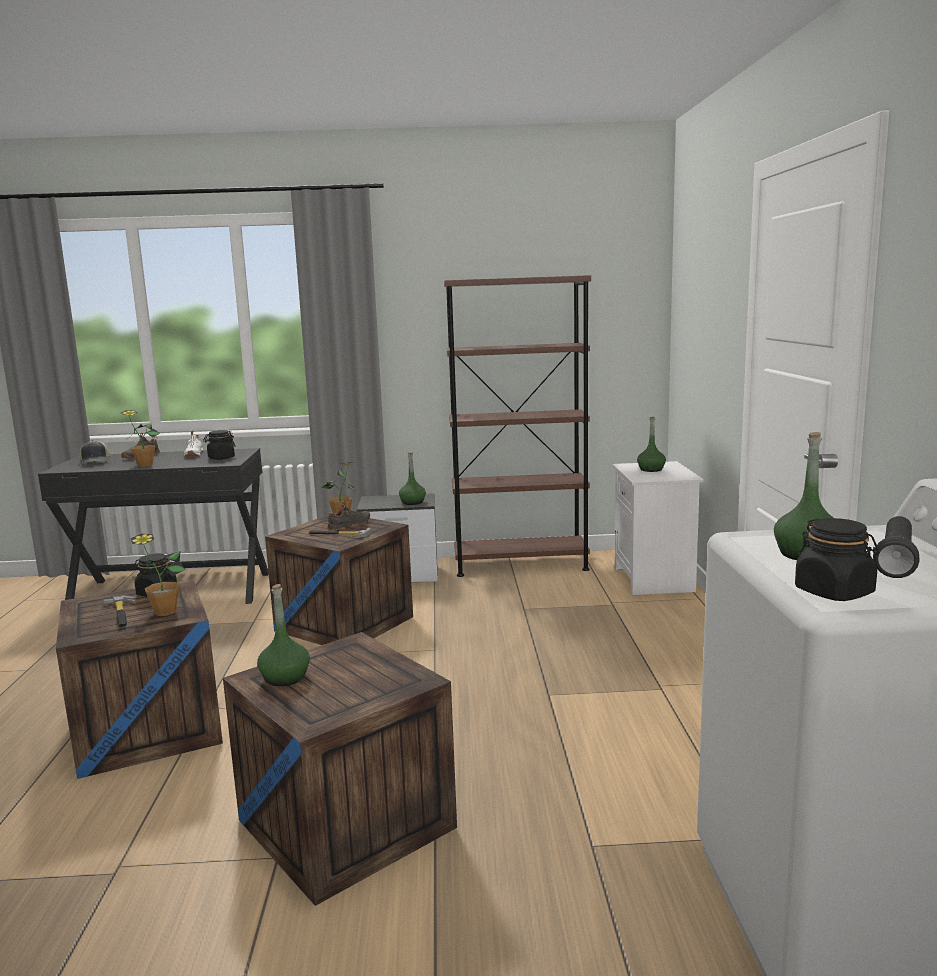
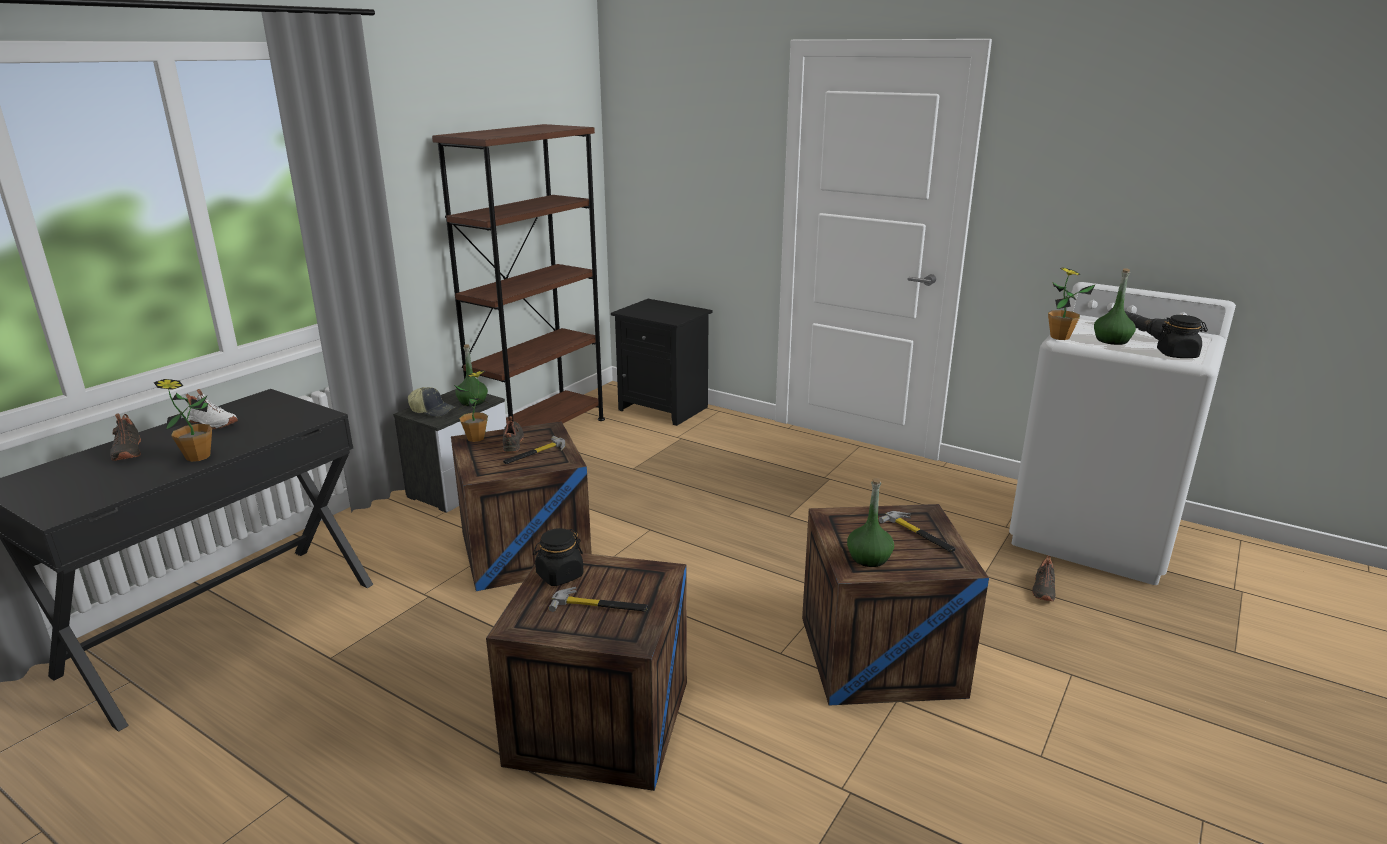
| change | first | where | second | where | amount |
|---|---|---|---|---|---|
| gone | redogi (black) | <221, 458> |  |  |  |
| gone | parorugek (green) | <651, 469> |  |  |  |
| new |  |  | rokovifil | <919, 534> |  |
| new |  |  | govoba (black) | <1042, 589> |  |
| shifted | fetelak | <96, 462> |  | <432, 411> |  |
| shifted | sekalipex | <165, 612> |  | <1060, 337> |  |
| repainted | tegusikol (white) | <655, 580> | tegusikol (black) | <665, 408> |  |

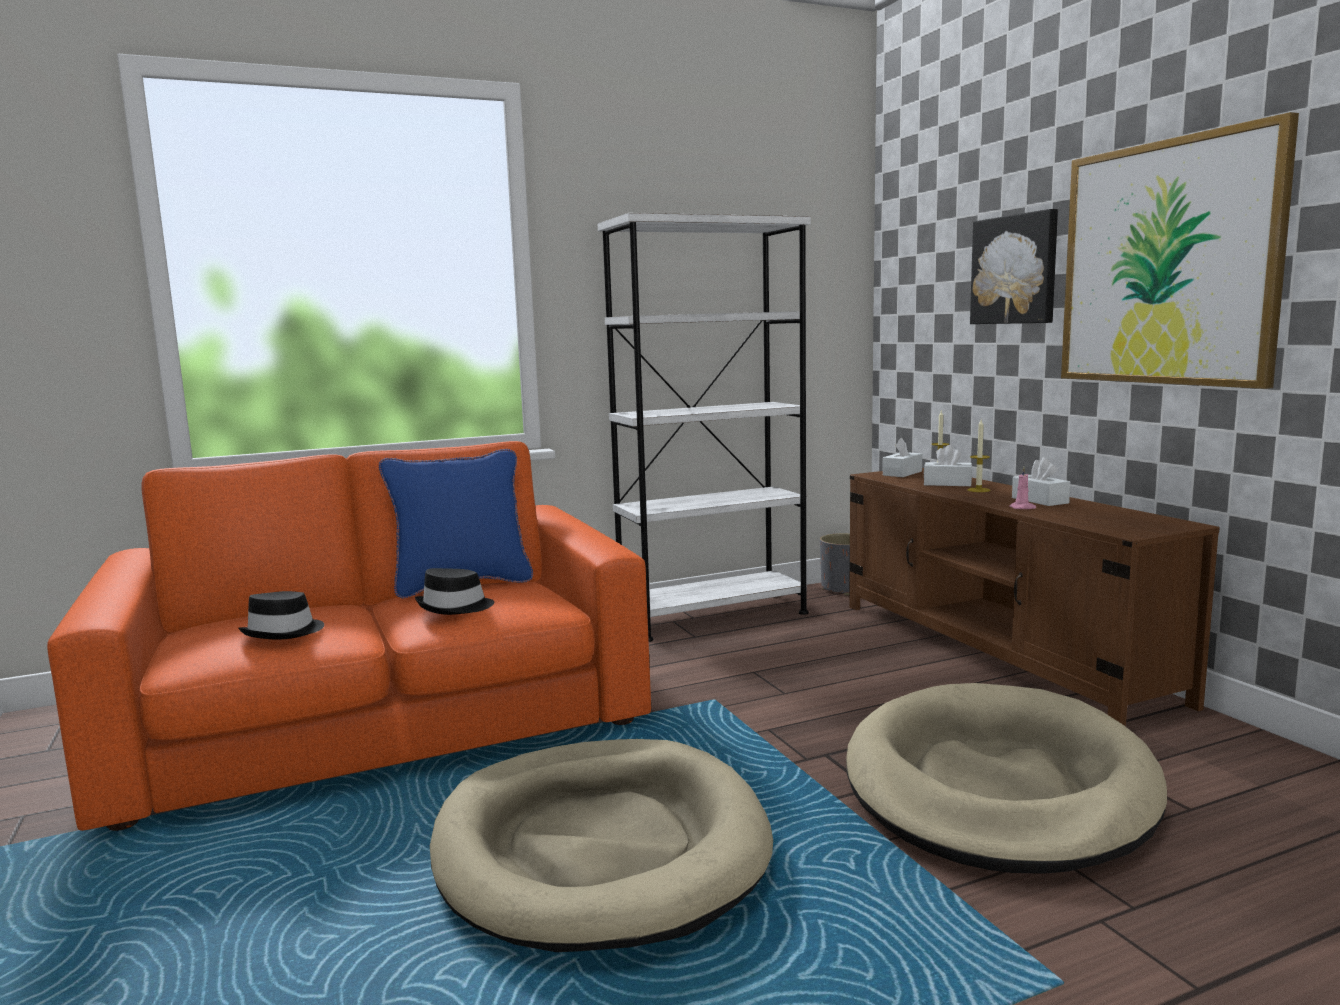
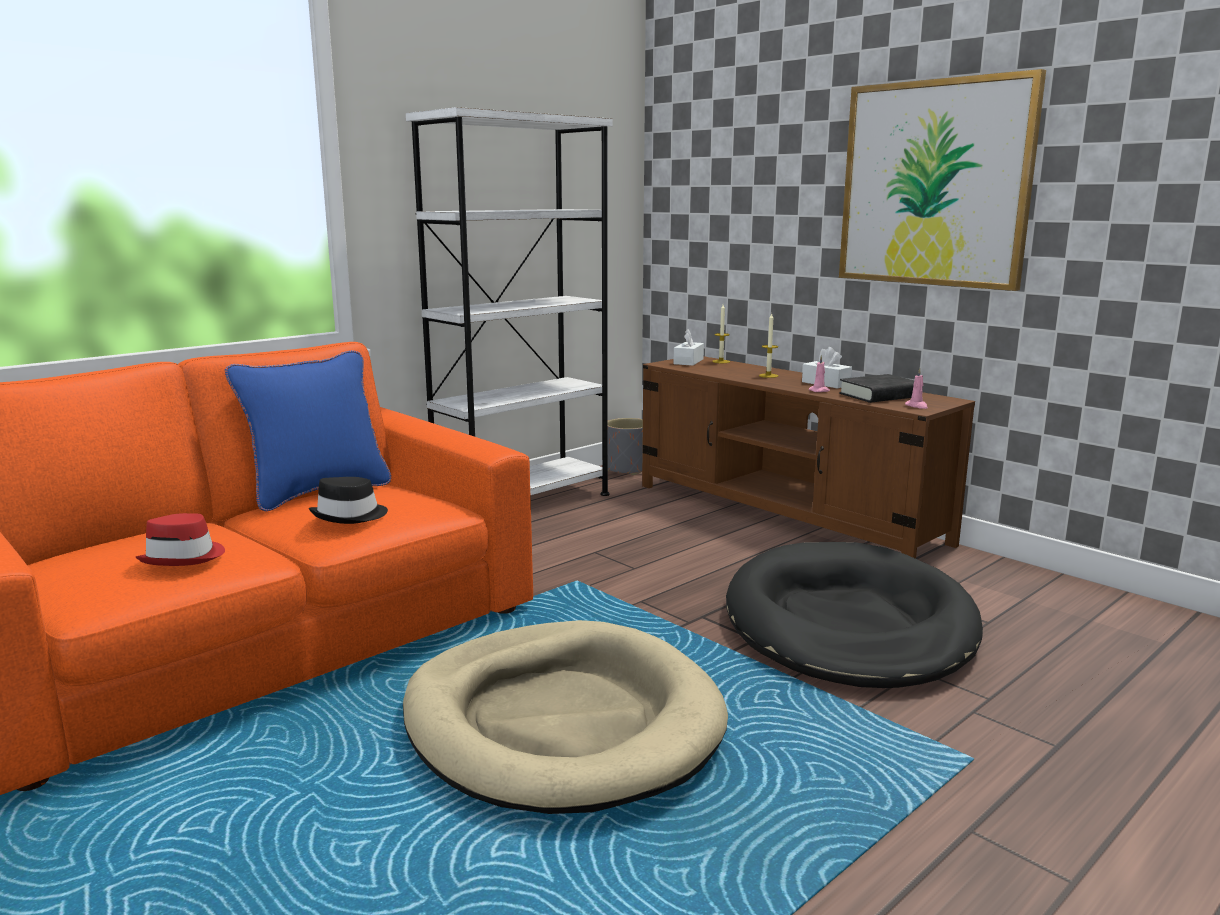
| change | first | where | second | where | amount |
|---|---|---|---|---|---|
| gone | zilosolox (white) | <947, 483> |  |  |  |
| gone | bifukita | <1015, 270> |  |  |  |
| new |  |  | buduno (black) | <879, 395> |  |
| new |  |  | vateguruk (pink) | <917, 406> |  |
| repainted | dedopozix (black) | <284, 632> | dedopozix (red) | <184, 557> |  |
| repainted | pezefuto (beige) | <997, 786> | pezefuto (black) | <849, 624> |  |

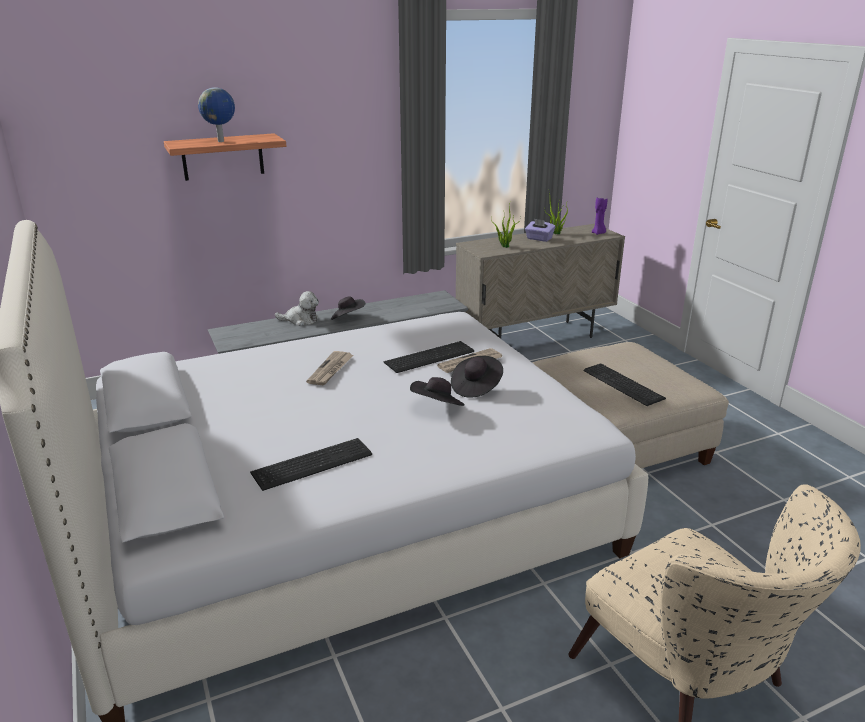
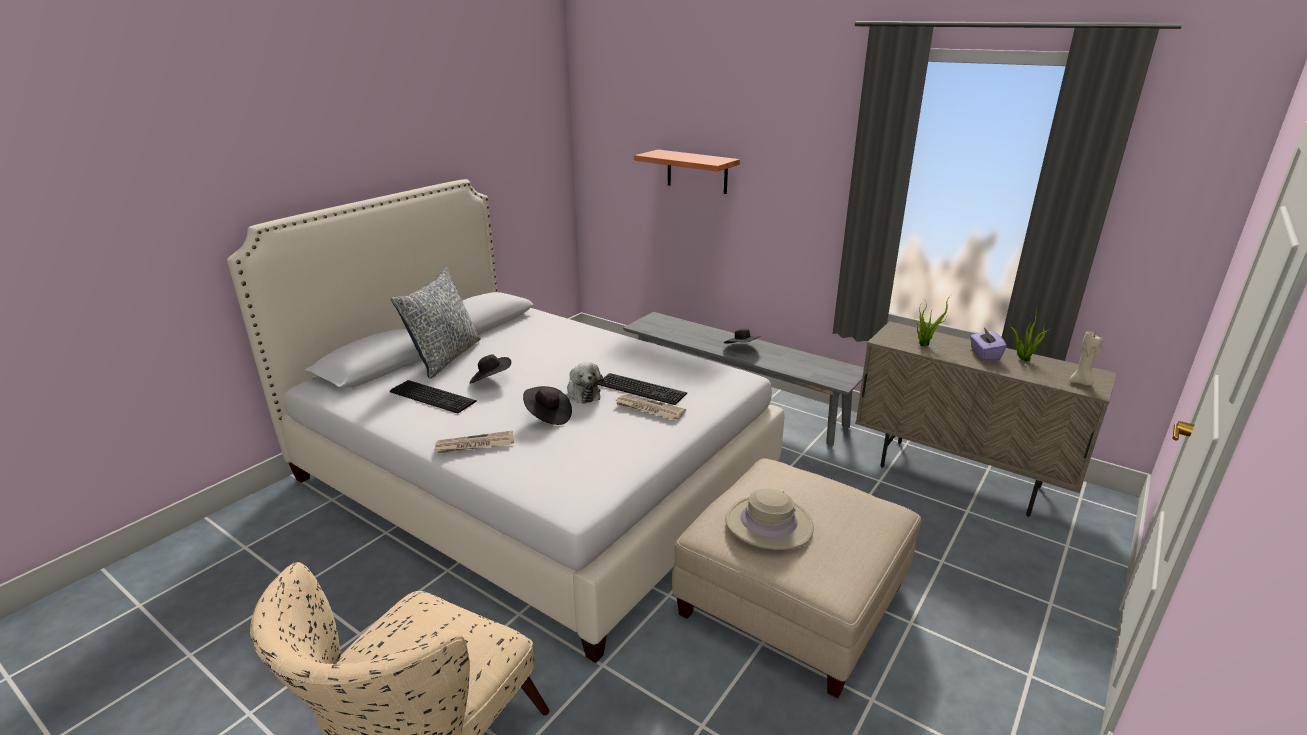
| change | first | where | second | where | amount |
|---|---|---|---|---|---|
| gone | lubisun | <221, 141> |  |  |  |
| new |  |  | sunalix | <445, 357> |  |
| shifted | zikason | <300, 320> |  | <582, 393> |  |
| shifted | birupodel | <331, 370> |  | <474, 445> |  |
| shifted | dedopozix (black) | <476, 387> |  | <491, 380> |  |
| swapped | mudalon | <622, 385> | dedopozix (beige) | <768, 524> |  |
| repainted | vateguruk (purple) | <598, 233> | vateguruk (beige) | <1081, 382> |  |

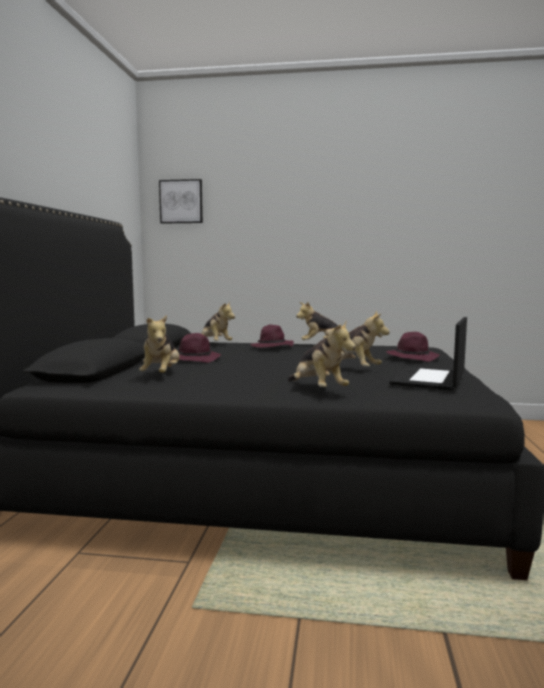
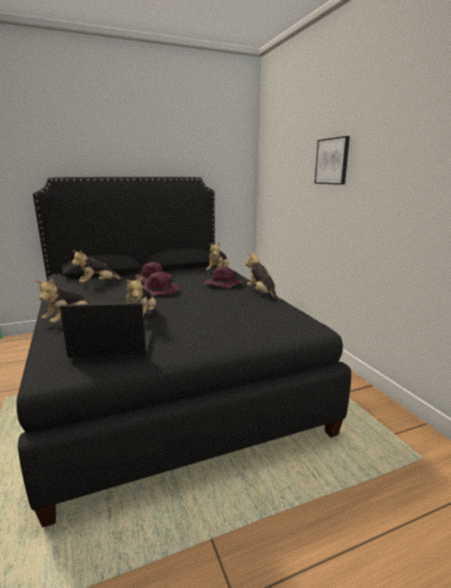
| change | first | where | second | where | amount |
|---|---|---|---|---|---|
| shifted | bifukita | <181, 201> |  | <332, 161> |  |
| shifted | dedopozix (purple) | <412, 357> |  | <159, 291> |  |

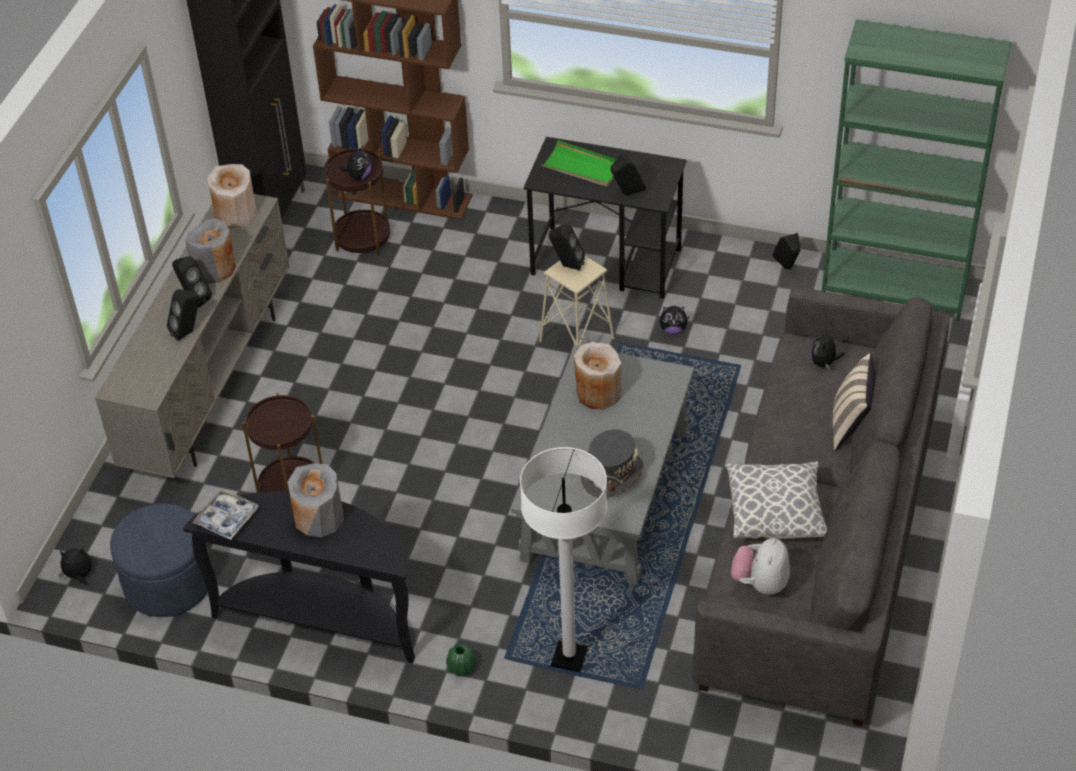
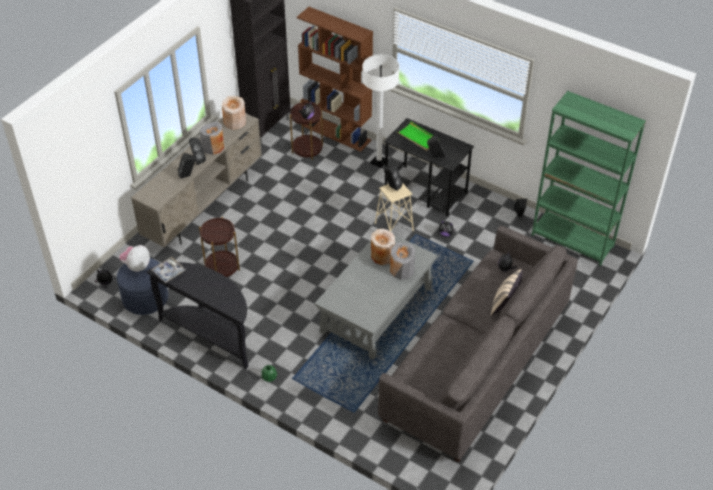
| change | first | where | second | where | amount |
|---|---|---|---|---|---|
| gone | dedopozix (grey) | <611, 474> |  |  |  |
| gone | sunalix | <775, 512> |  |  |  |
| shifted | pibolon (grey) | <319, 517> |  | <402, 270> |  |
| shifted | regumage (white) | <569, 657> |  | <379, 162> |  |
| shifted | zikason | <760, 583> |  | <136, 266> |  |

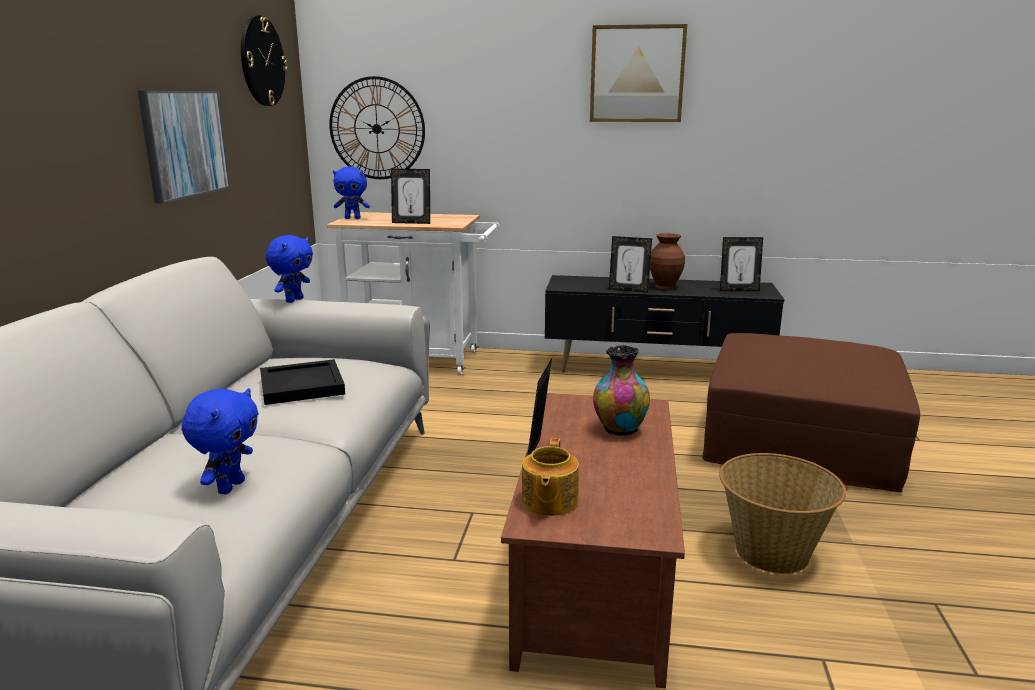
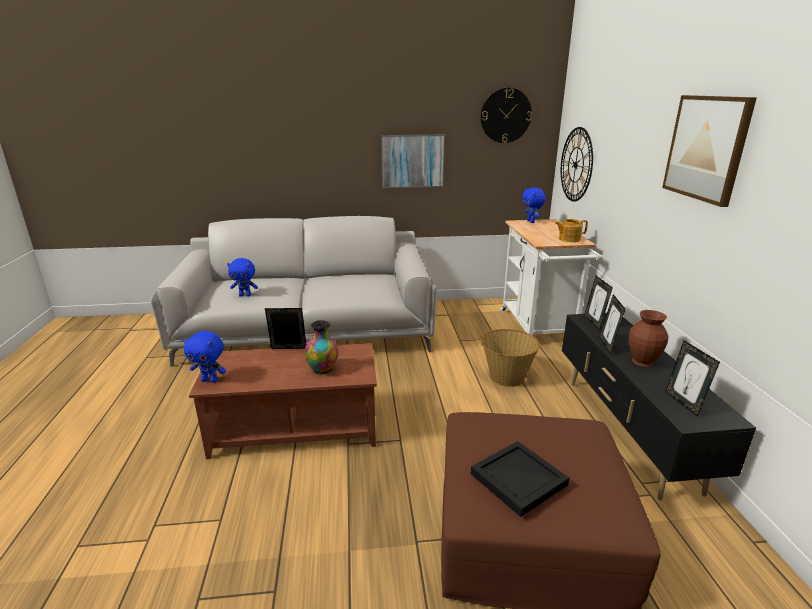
| change | first | where | second | where | amount |
|---|---|---|---|---|---|
| shifted | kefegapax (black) | <300, 385> |  | <518, 478> |  |
| shifted | zikason (blue) | <294, 300> |  | <210, 380> |  |
| shifted | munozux | <411, 222> |  | <594, 322> |  |
| shifted | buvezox | <548, 501> |  | <569, 239> |  |
| shifted | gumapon | <771, 553> |  | <506, 377> |  |

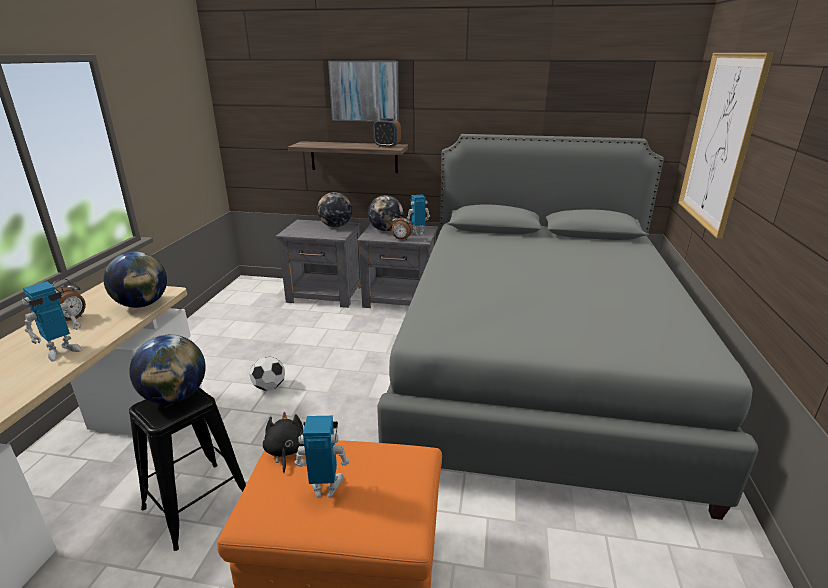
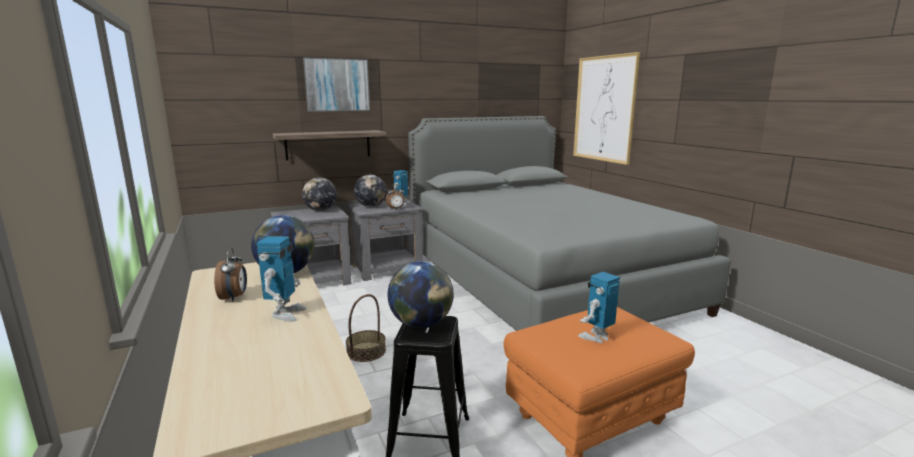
| change | first | where | second | where | amount |
|---|---|---|---|---|---|
| gone | zikason (black) | <285, 452> |  |  |  |
| gone | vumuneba | <387, 146> |  |  |  |
| swapped | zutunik | <269, 387> | gumapon | <366, 351> |  |

